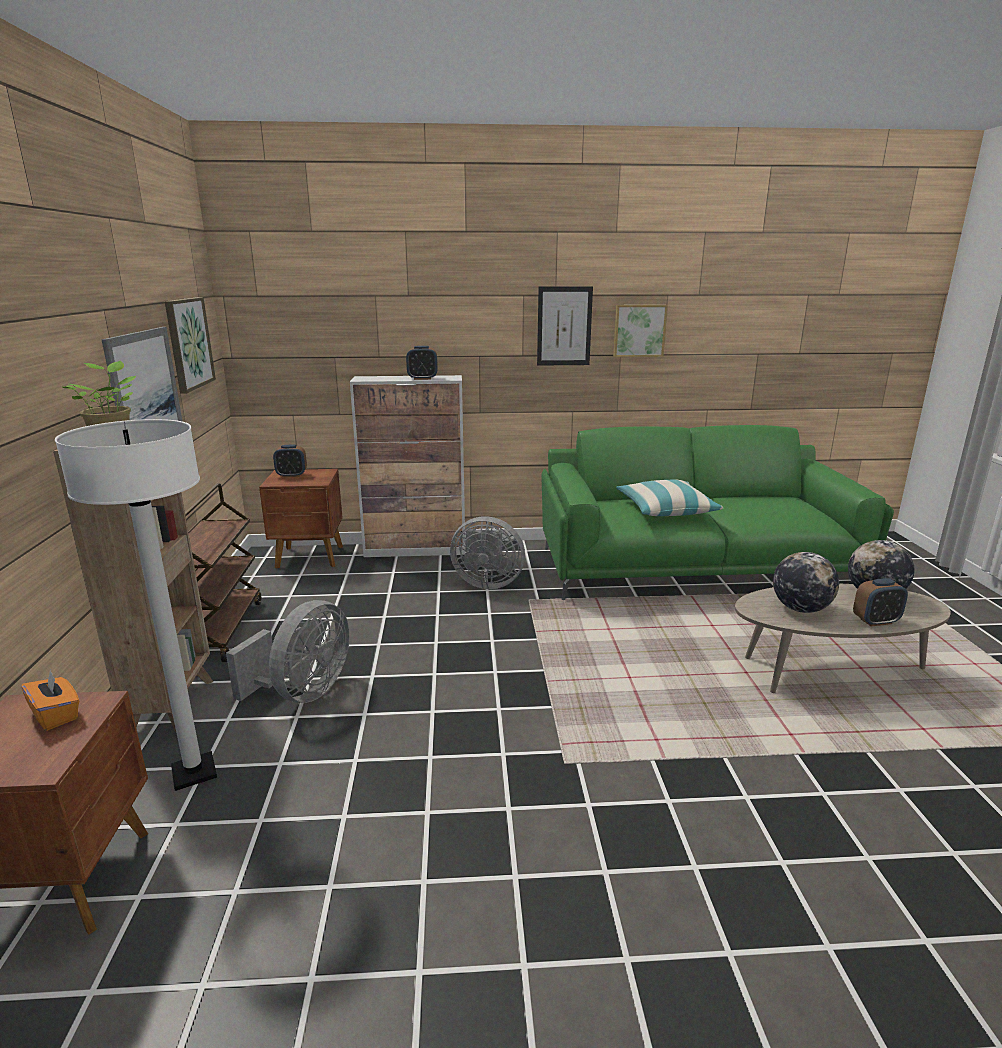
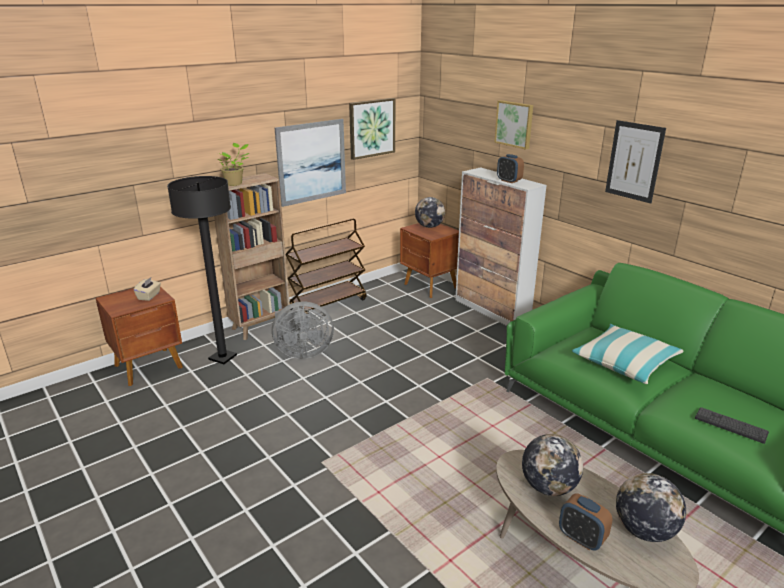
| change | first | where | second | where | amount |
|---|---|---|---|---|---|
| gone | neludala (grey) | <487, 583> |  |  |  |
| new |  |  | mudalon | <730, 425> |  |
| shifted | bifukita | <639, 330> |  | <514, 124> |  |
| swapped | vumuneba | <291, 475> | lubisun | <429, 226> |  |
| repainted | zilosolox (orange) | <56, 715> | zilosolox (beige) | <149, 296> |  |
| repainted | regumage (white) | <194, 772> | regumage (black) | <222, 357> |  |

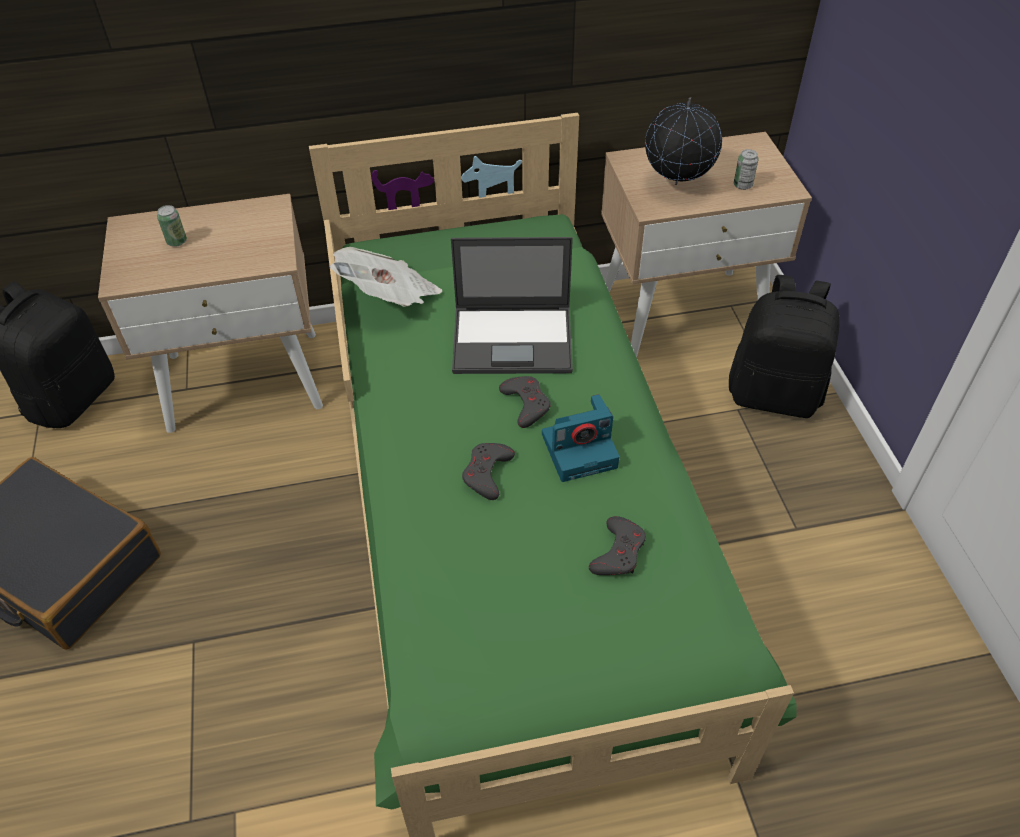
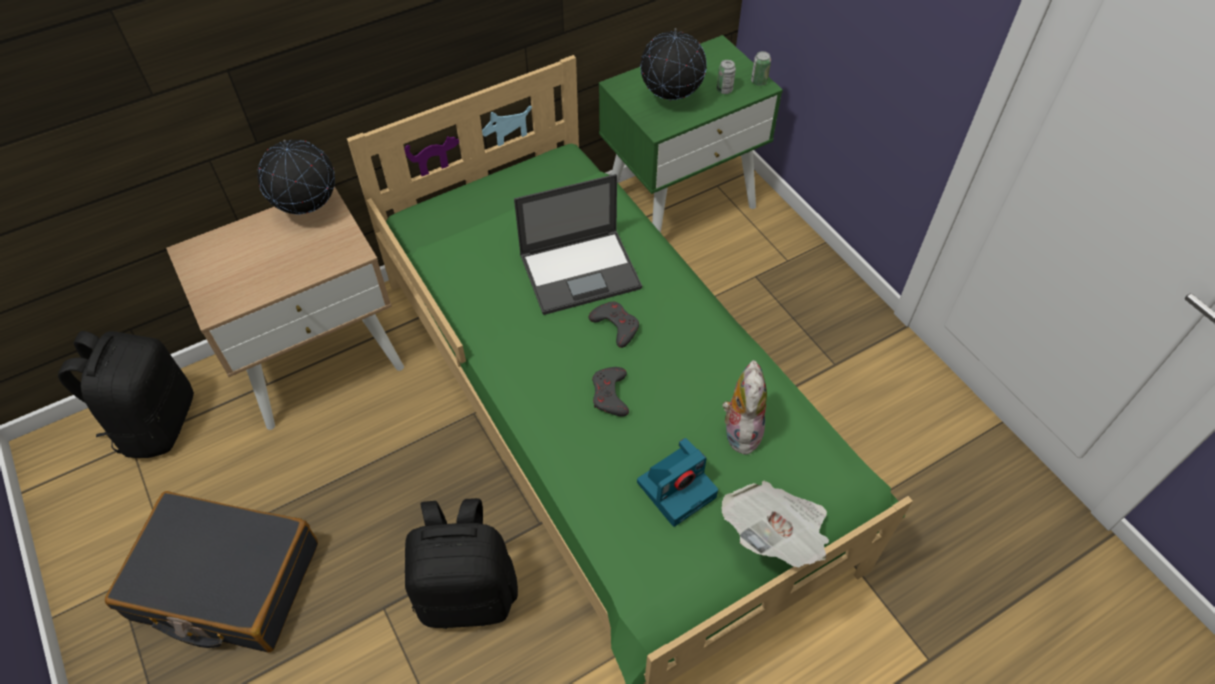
| change | first | where | second | where | amount |
|---|---|---|---|---|---|
| new |  |  | lubisun | <309, 210> |  |
| shifted | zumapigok | <177, 241> |  | <759, 81> |  |
| shifted | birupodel | <390, 298> |  | <776, 534> |  |
| shifted | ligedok | <580, 449> |  | <677, 488> |  |
| shifted | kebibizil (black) | <774, 394> |  | <468, 592> |  |
| swapped | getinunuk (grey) | <618, 552> | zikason | <740, 430> |  |
| repainted | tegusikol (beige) | <683, 312> | tegusikol (green) | <681, 201> |  |

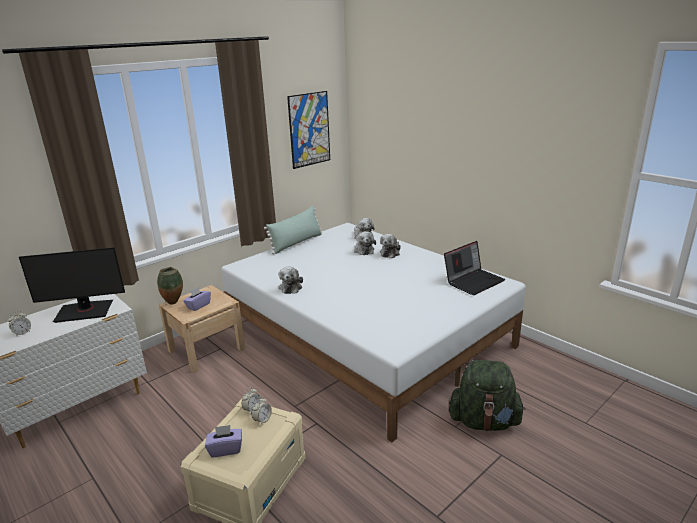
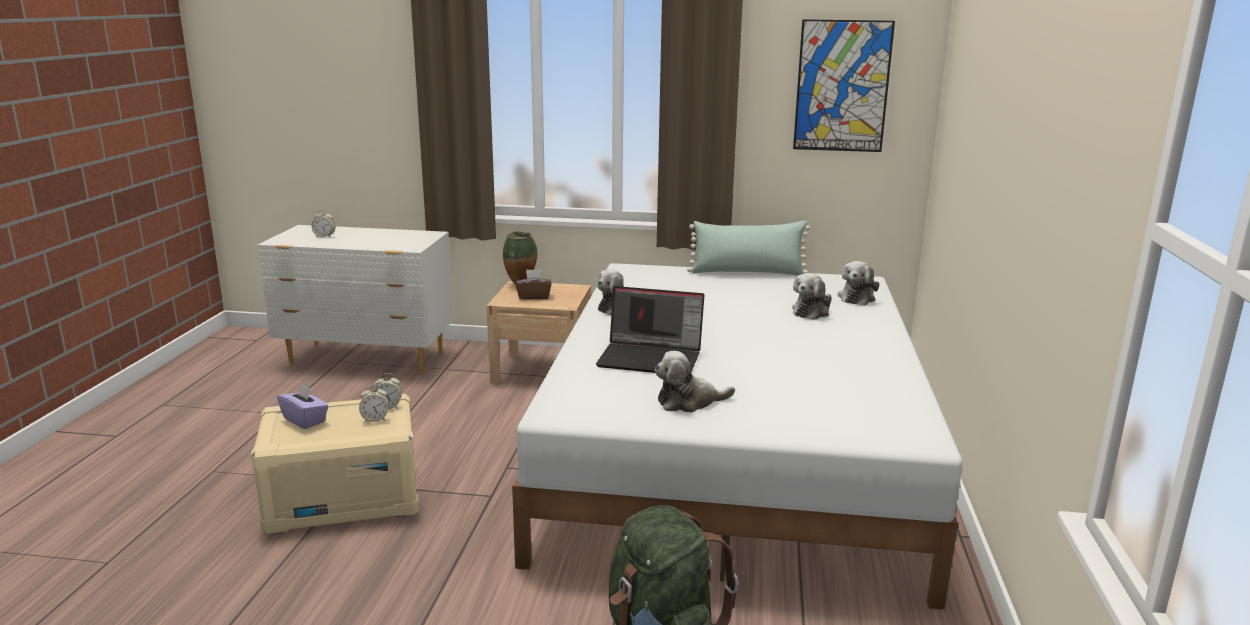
| change | first | where | second | where | amount |
|---|---|---|---|---|---|
| gone | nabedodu | <84, 311> |  |  |  |
| shifted | zikason | <390, 253> |  | <689, 402> |  |
| shifted | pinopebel | <473, 281> |  | <652, 358> |  |
| repainted | zilosolox (purple) | <198, 305> | zilosolox (brown) | <534, 296> |  |

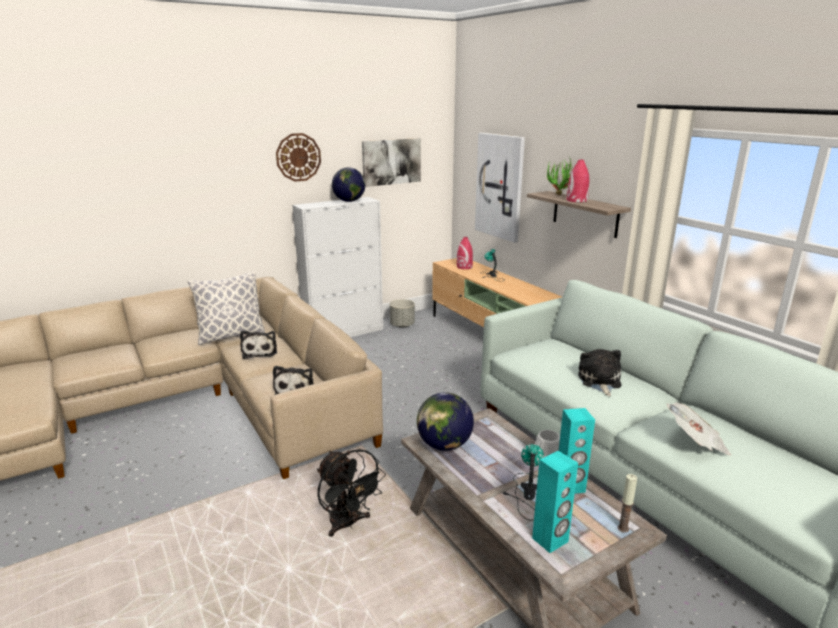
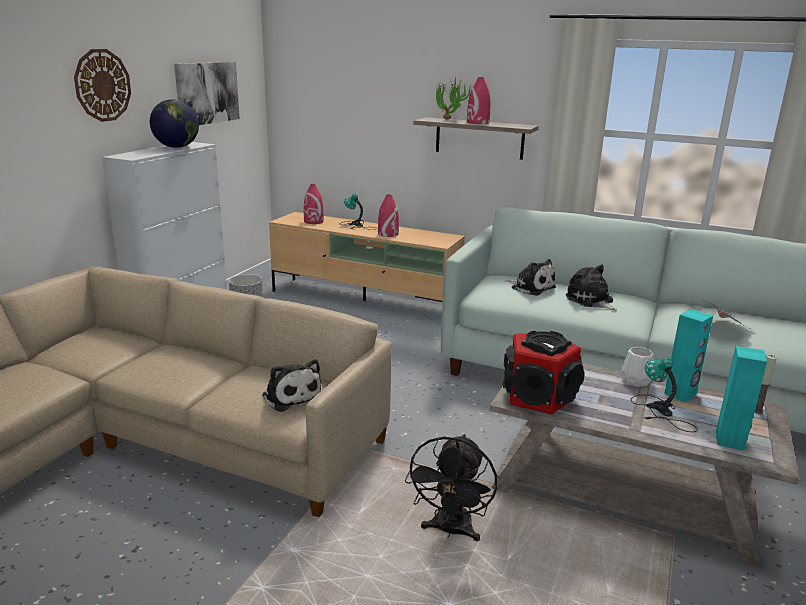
| change | first | where | second | where | amount |
|---|---|---|---|---|---|
| gone | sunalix | <231, 336> |  |  |  |
| gone | bifukita | <500, 186> |  |  |  |
| new |  |  | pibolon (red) | <387, 234> |  |
| shifted | zikason | <260, 352> |  | <531, 287> |  |
| swapped | lubisun | <444, 445> | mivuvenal | <538, 396> |  |
| rotated | neludala (black) | <348, 524> |  | <451, 531> | 90 degrees clockwise |

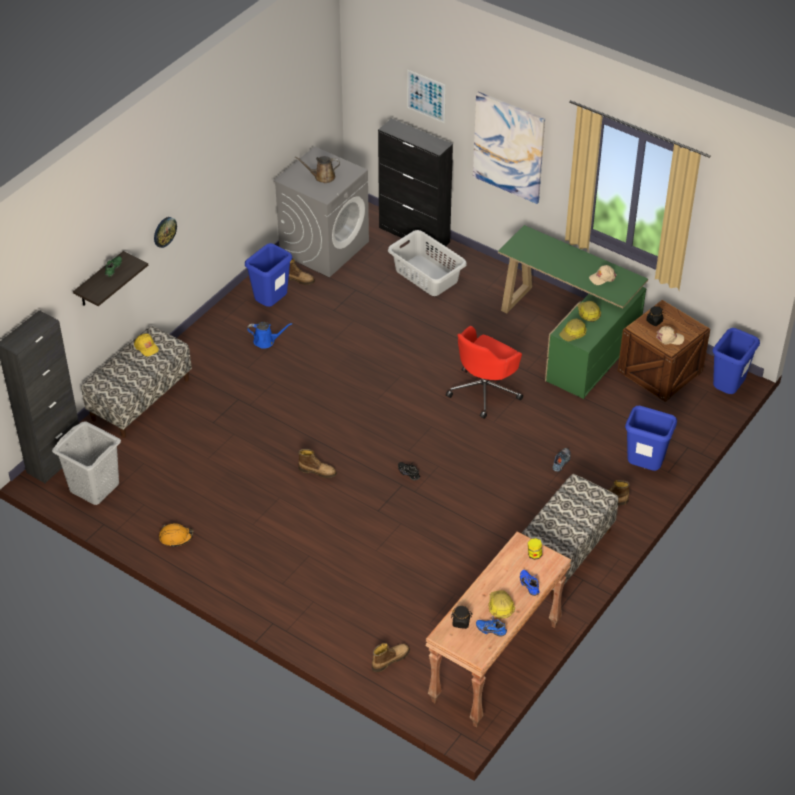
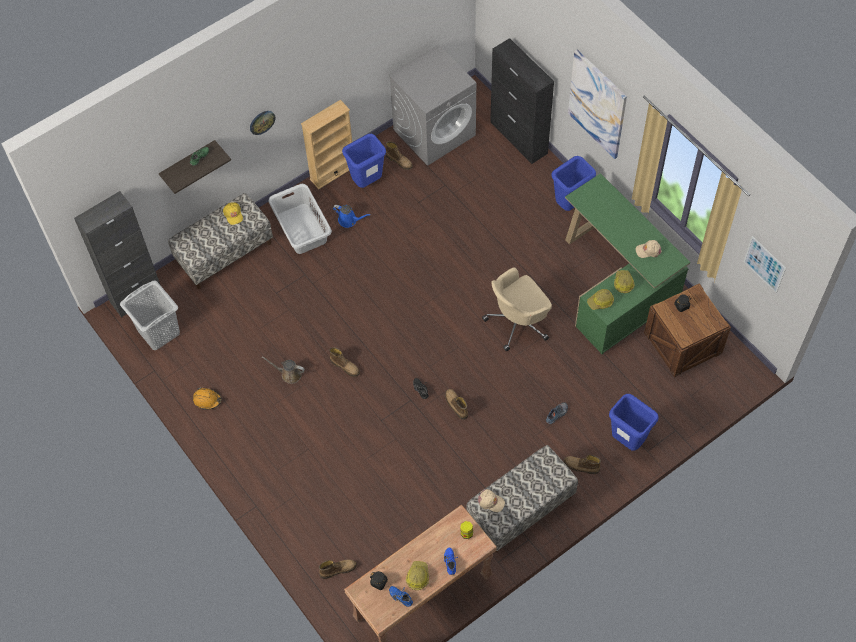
| change | first | where | second | where | amount |
|---|---|---|---|---|---|
| new |  |  | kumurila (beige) | <332, 172> |  |
| new |  |  | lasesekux | <456, 405> |  |
| shifted | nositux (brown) | <322, 177> |  | <289, 374> |  |
| shifted | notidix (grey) | <426, 275> |  | <302, 228> |  |
| shifted | bifukita | <426, 96> |  | <764, 264> |  |
| shifted | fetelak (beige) | <669, 338> |  | <491, 501> |  |
| shifted | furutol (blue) | <727, 390> |  | <570, 205> |  |
| repainted | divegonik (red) | <485, 391> | divegonik (beige) | <518, 322> |  |

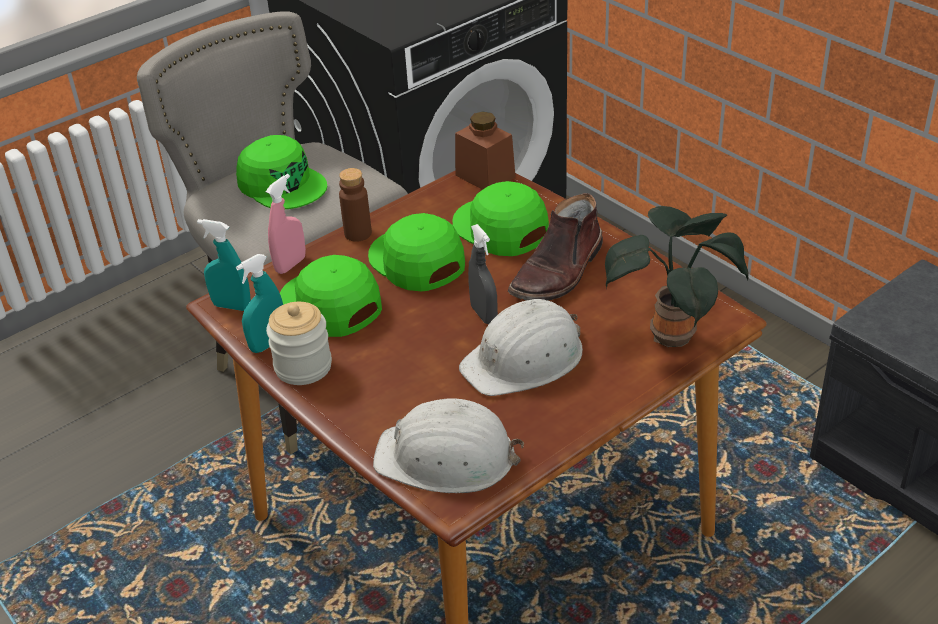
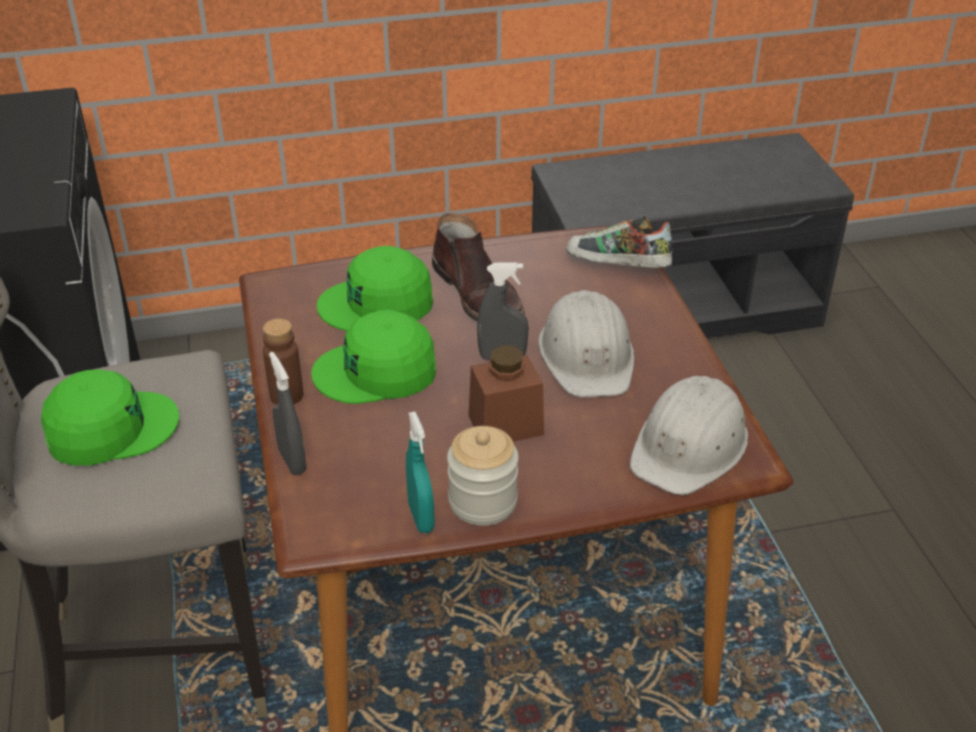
| change | first | where | second | where | amount |
|---|---|---|---|---|---|
| gone | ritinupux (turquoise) | <232, 306> |  |  |  |
| gone | fetelak (green) | <330, 305> |  |  |  |
| shifted | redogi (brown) | <485, 176> |  | <505, 425> |  |
| swapped | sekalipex | <673, 333> | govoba | <617, 268> |  |
| repainted | ritinupux (pink) | <290, 265> | ritinupux (grey) | <292, 461> |  |

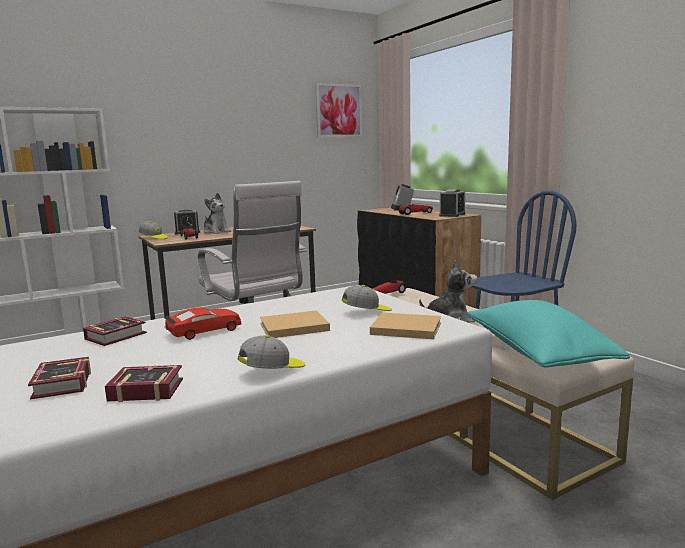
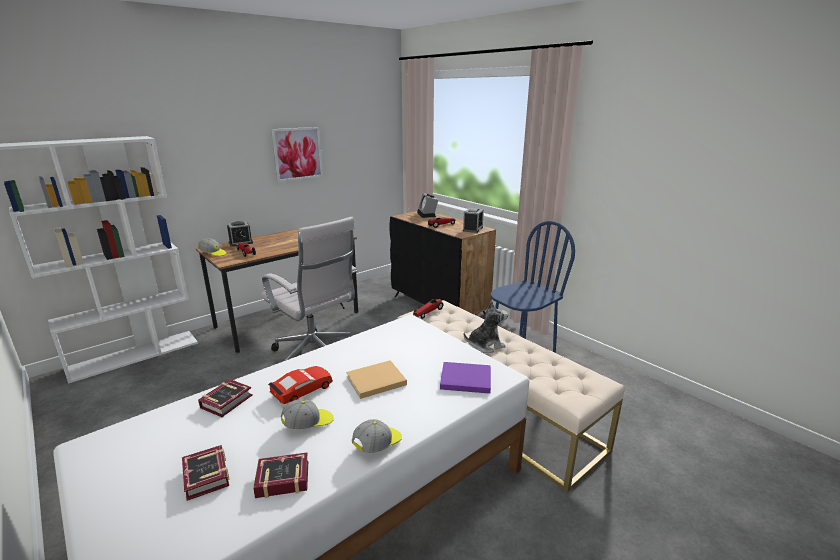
| change | first | where | second | where | amount |
|---|---|---|---|---|---|
| gone | zikason | <216, 232> |  |  |  |
| gone | sunalix (turquoise) | <536, 354> |  |  |  |
| shifted | bifukita | <338, 111> |  | <297, 153> |  |
| shifted | fetelak | <367, 311> |  | <308, 423> |  |
| repainted | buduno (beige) | <404, 328> | buduno (purple) | <464, 379> |  |

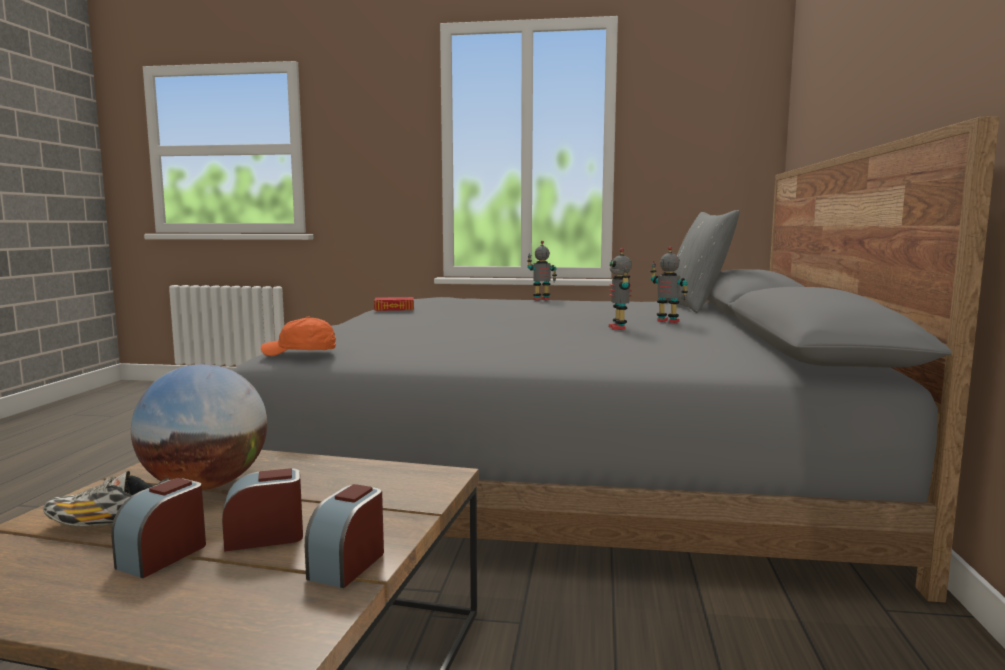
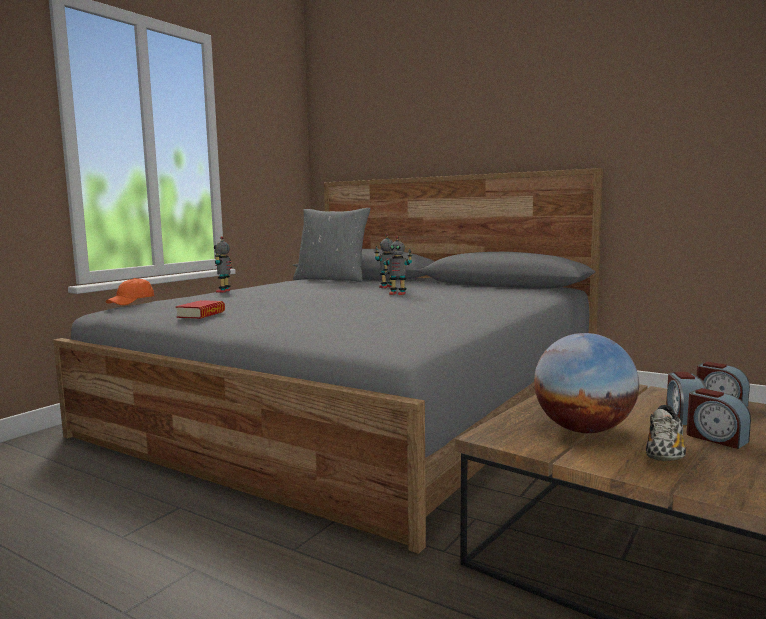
| change | first | where | second | where | amount |
|---|---|---|---|---|---|
| shifted | fetelak (orange) | <300, 353> |  | <132, 302> |  |

